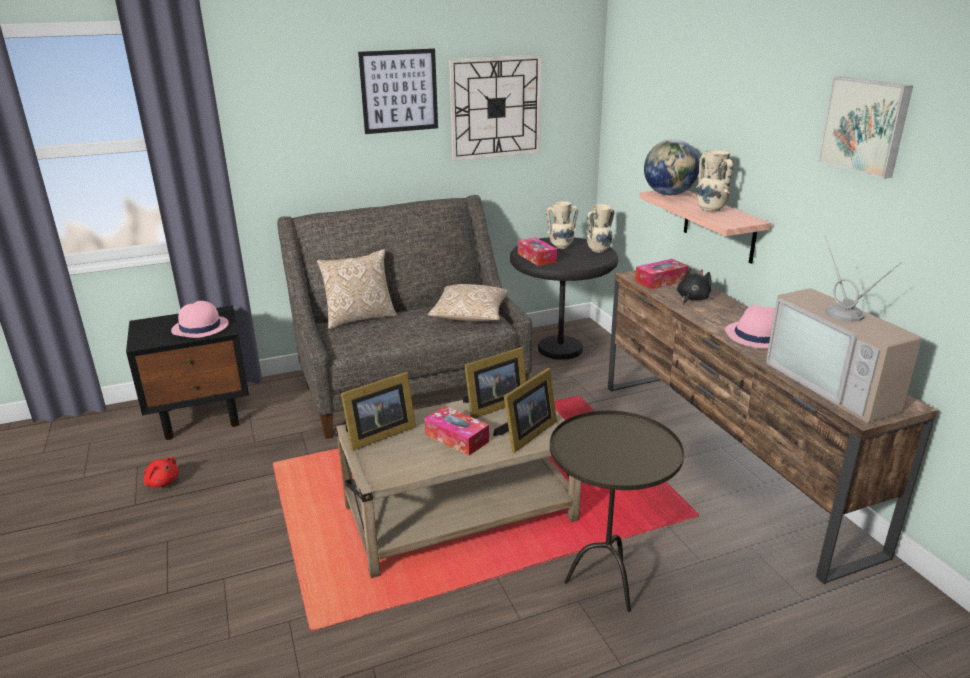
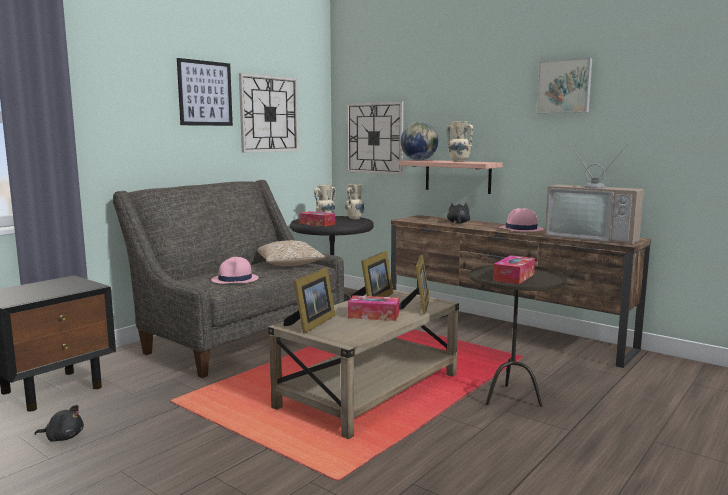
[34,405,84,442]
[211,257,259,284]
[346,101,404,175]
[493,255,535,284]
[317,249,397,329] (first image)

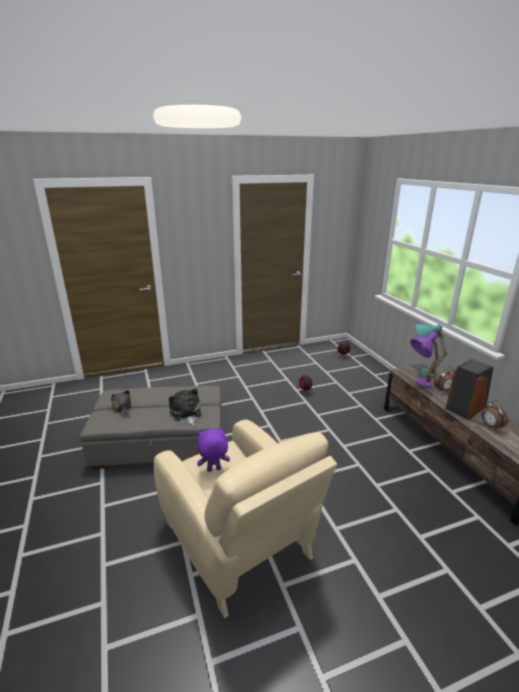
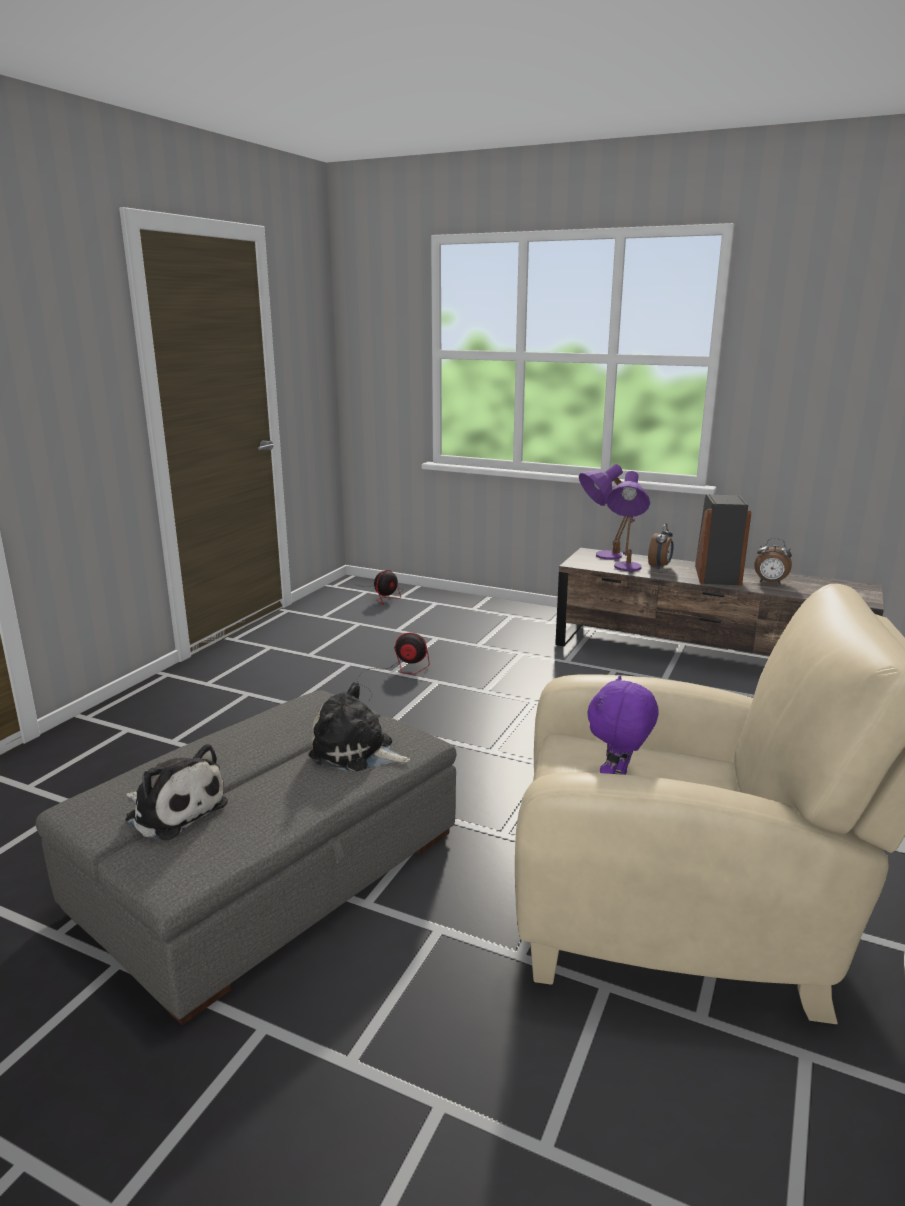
[126,744,228,841]
[579,464,629,560]

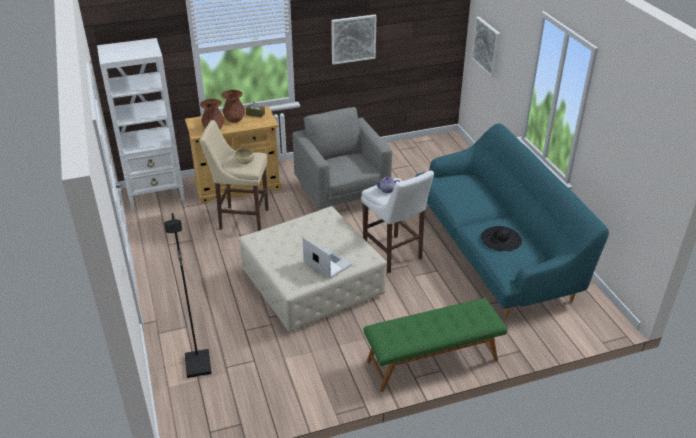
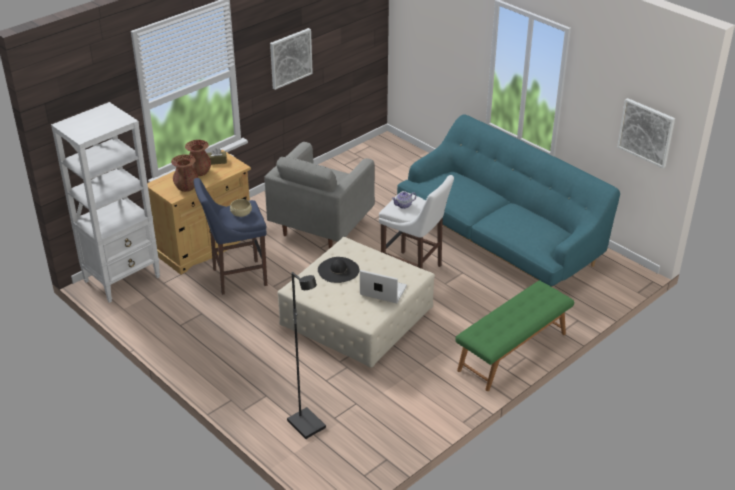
[194,178,267,295]
[264,142,375,249]
[318,257,359,283]
[617,98,675,168]

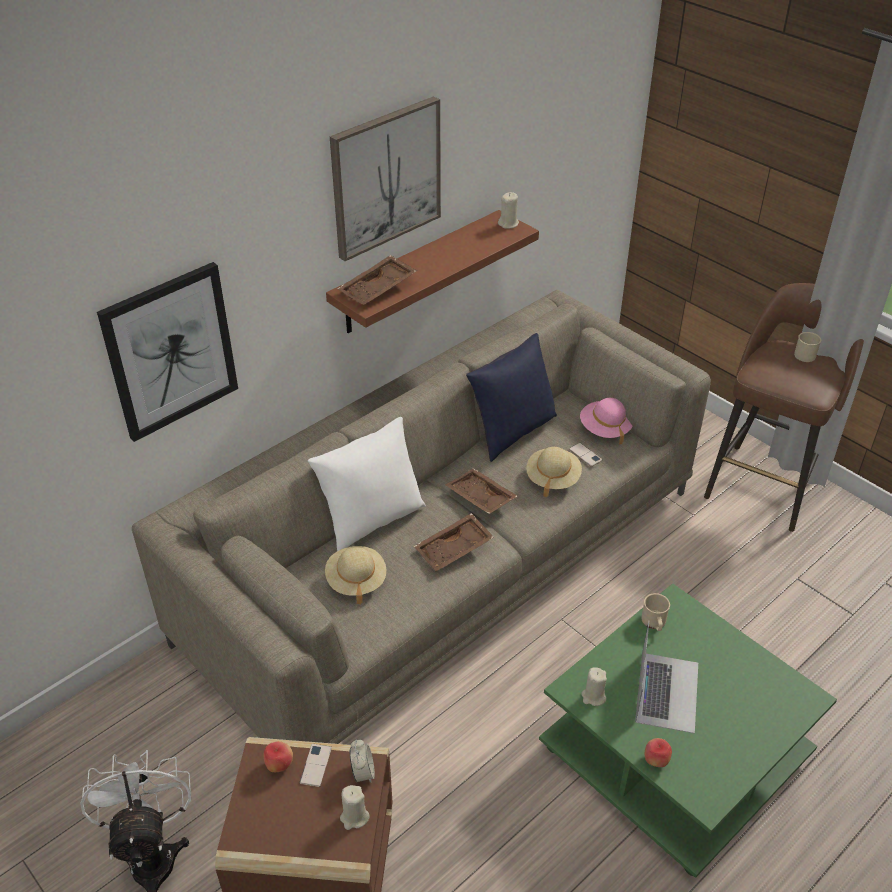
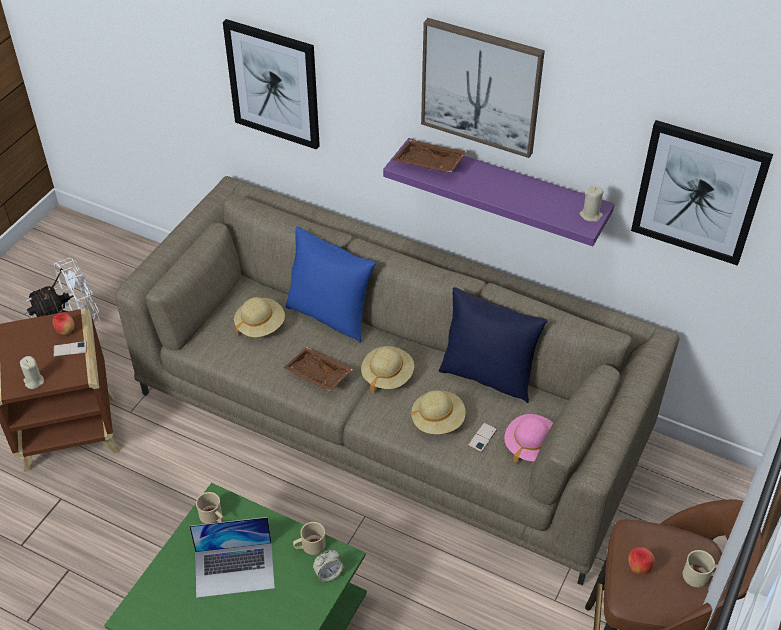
[196,492,224,524]
[285,227,376,343]
[313,550,343,582]
[361,346,414,393]
[383,138,615,246]
[628,547,654,574]
[631,120,773,266]

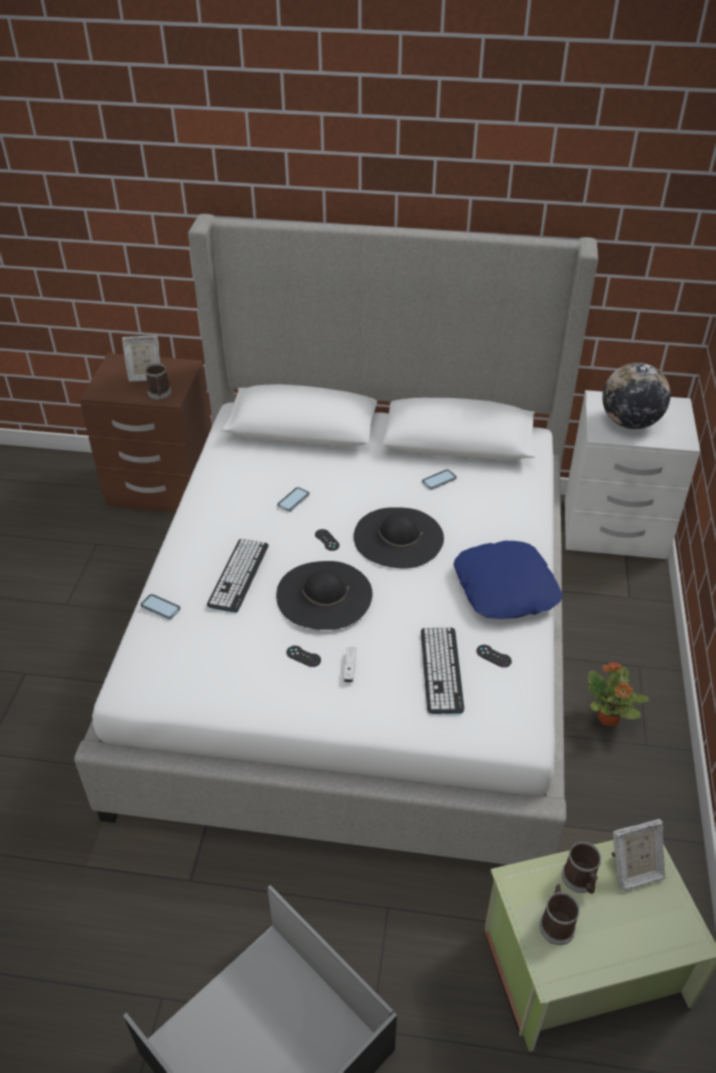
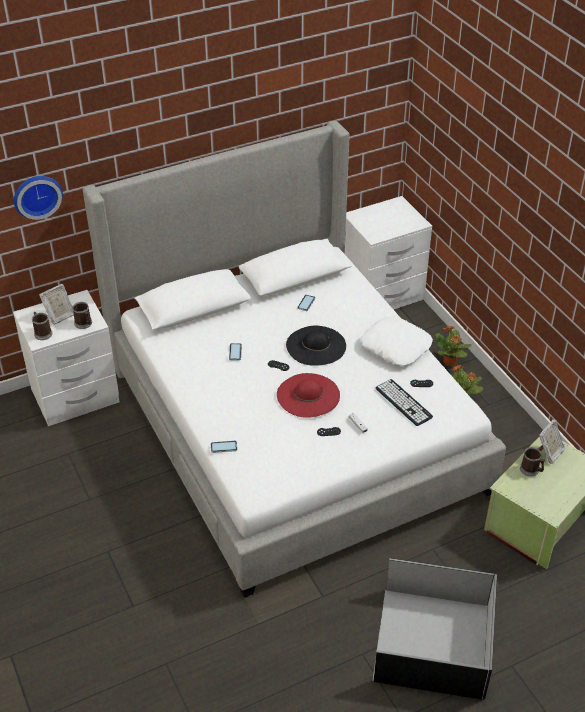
[13,290,119,426]
[14,176,63,220]
[32,312,52,340]
[277,373,340,418]
[361,317,433,365]
[435,326,472,366]
[207,539,269,613] (first image)
[602,363,671,429] (first image)

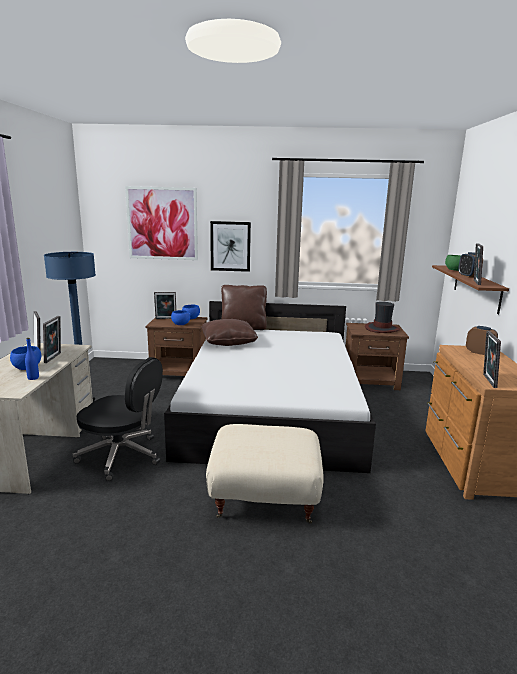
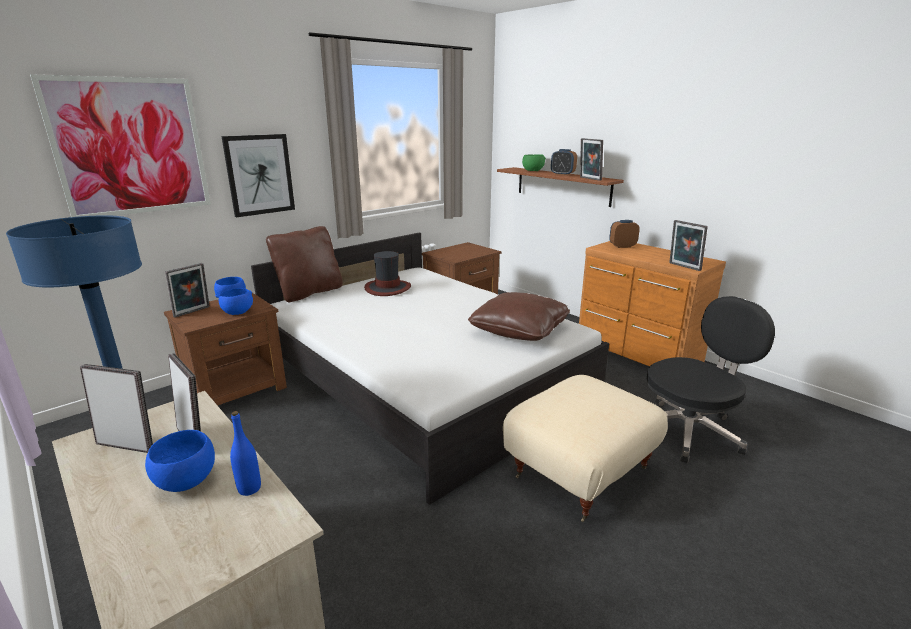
[364,251,411,296]
[468,292,570,341]
[647,296,775,463]

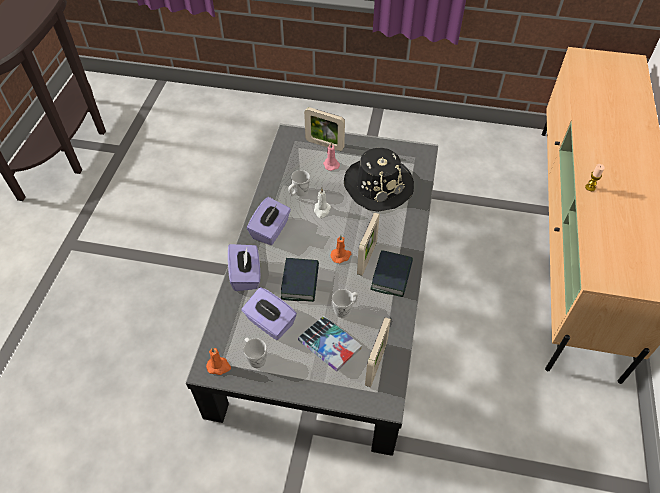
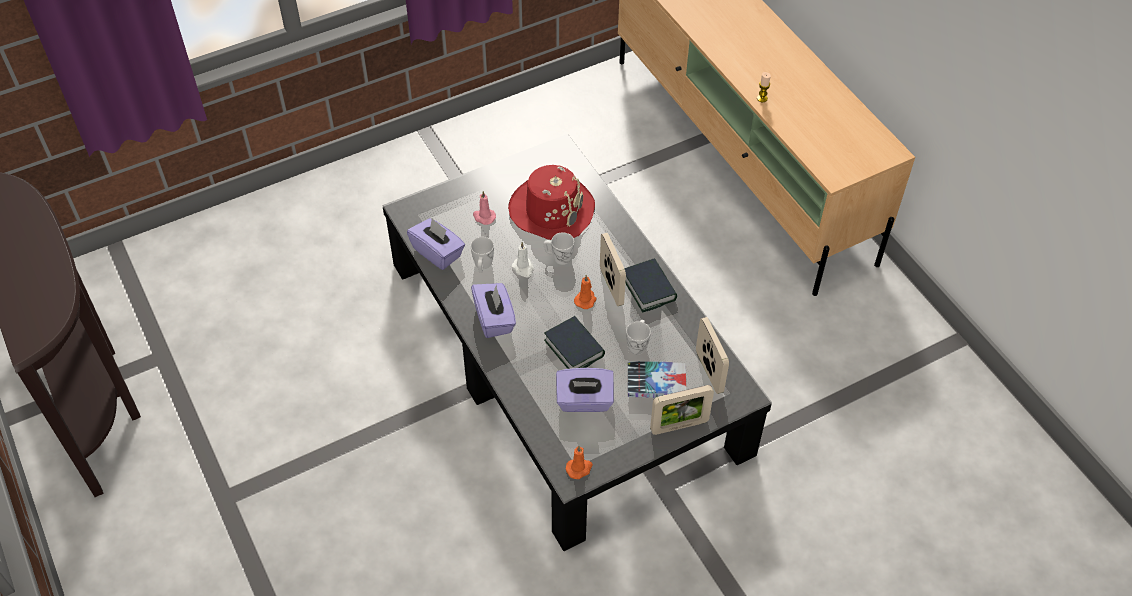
[407,218,465,270]
[508,165,595,240]
[543,232,574,265]
[650,385,714,435]

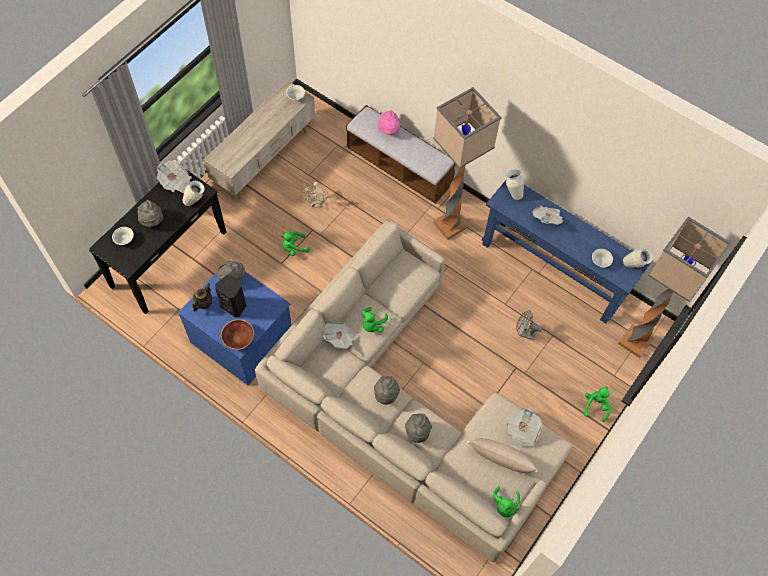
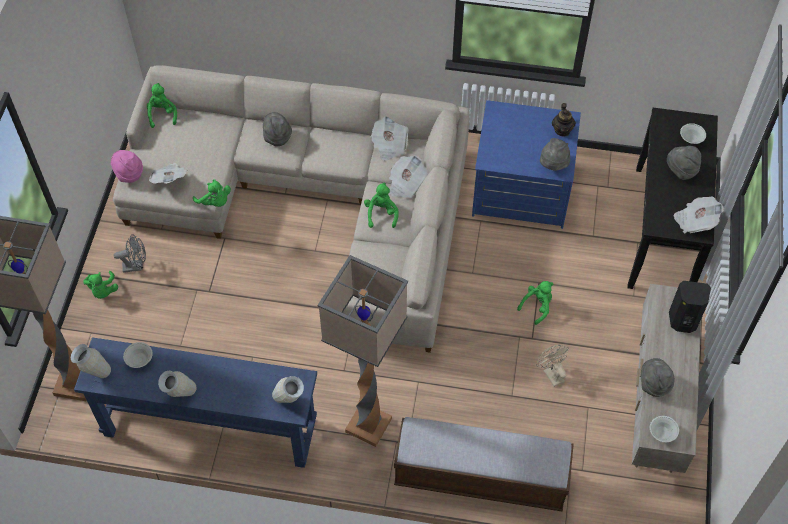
[111,150,143,183]
[113,234,146,273]
[158,371,196,397]
[193,179,231,207]
[371,116,409,161]
[641,358,675,397]
[669,281,711,333]
[221,319,254,350] (first image)
[467,438,538,473] (first image)

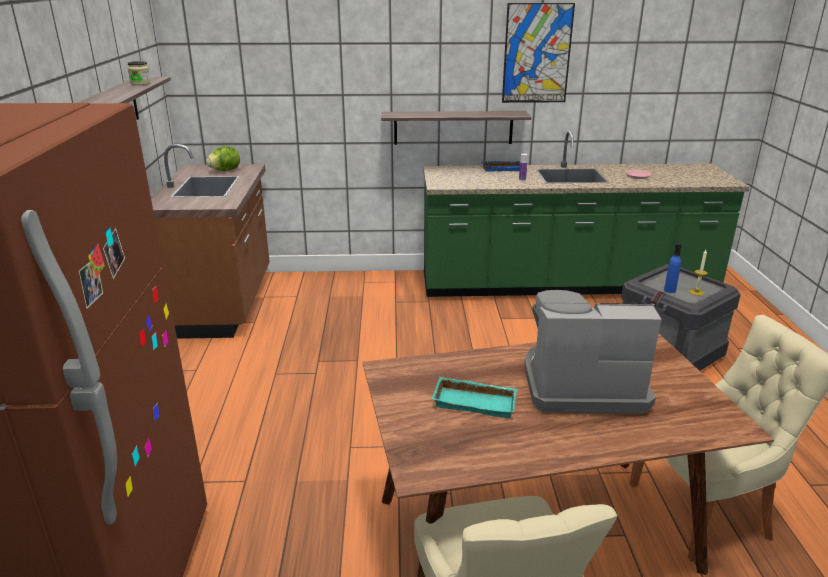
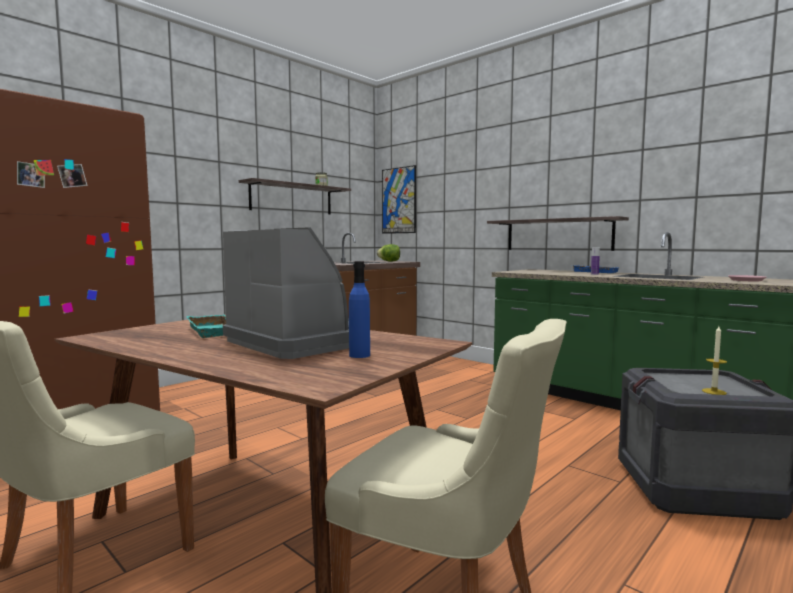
[349,261,370,358]
[382,165,416,234]

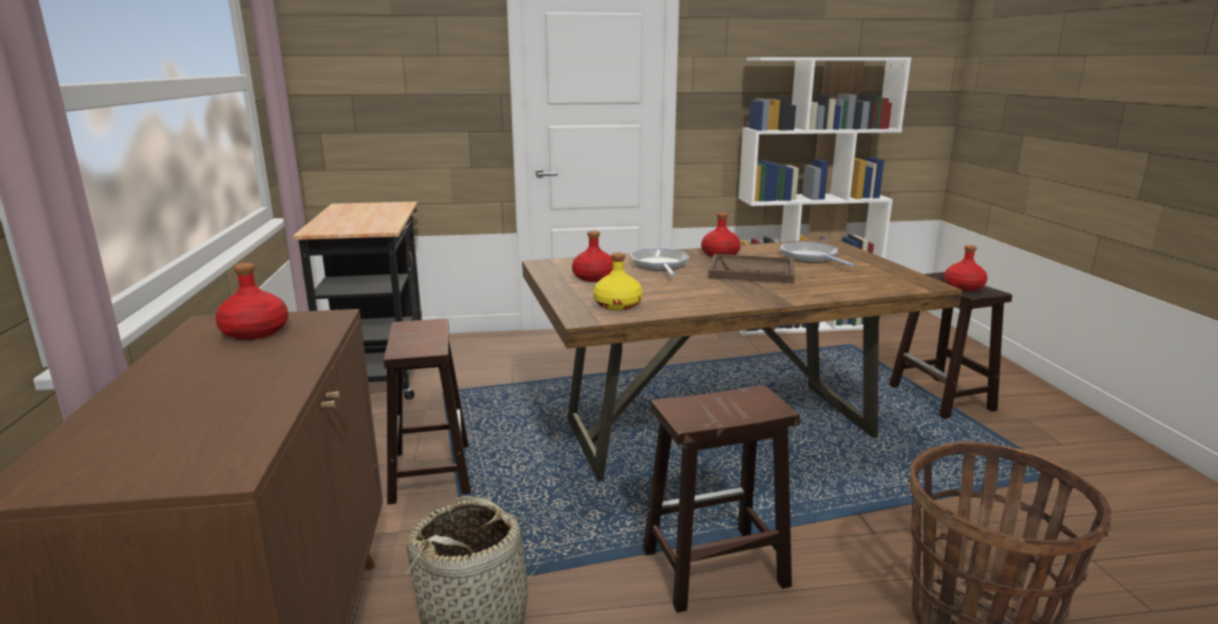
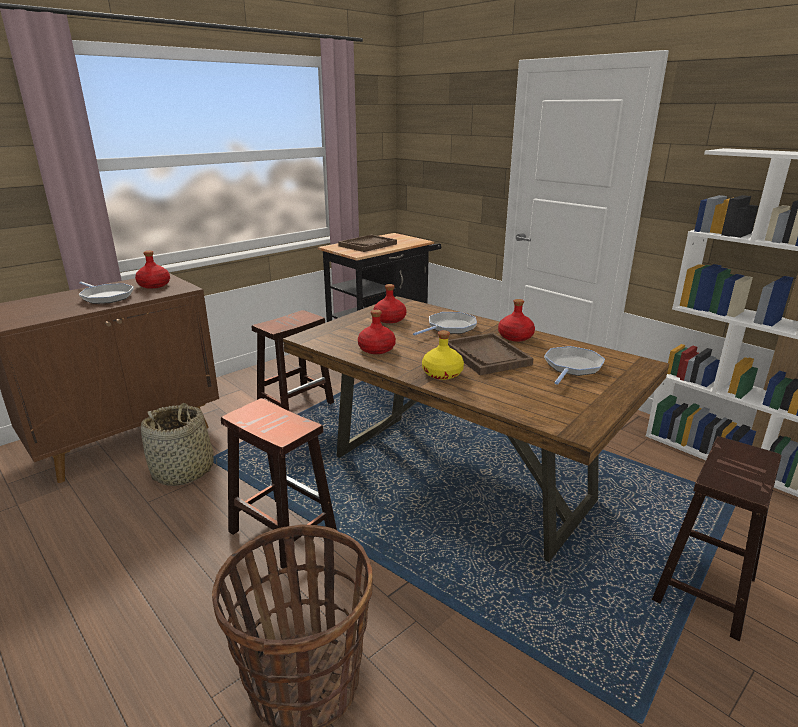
[79,282,134,304]
[338,235,397,252]
[358,309,396,354]
[422,330,464,380]

